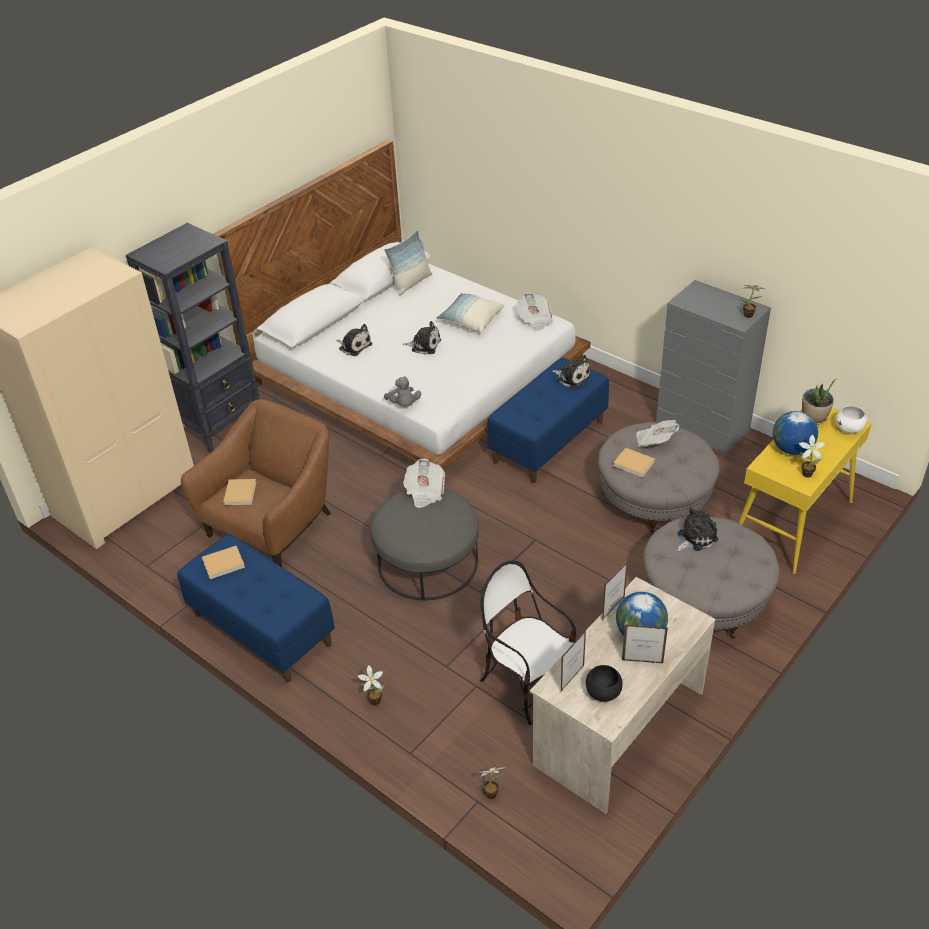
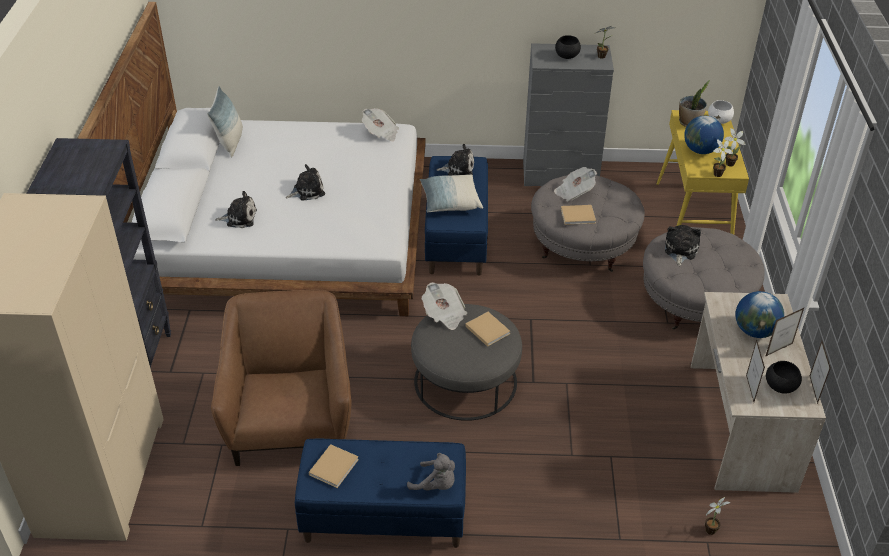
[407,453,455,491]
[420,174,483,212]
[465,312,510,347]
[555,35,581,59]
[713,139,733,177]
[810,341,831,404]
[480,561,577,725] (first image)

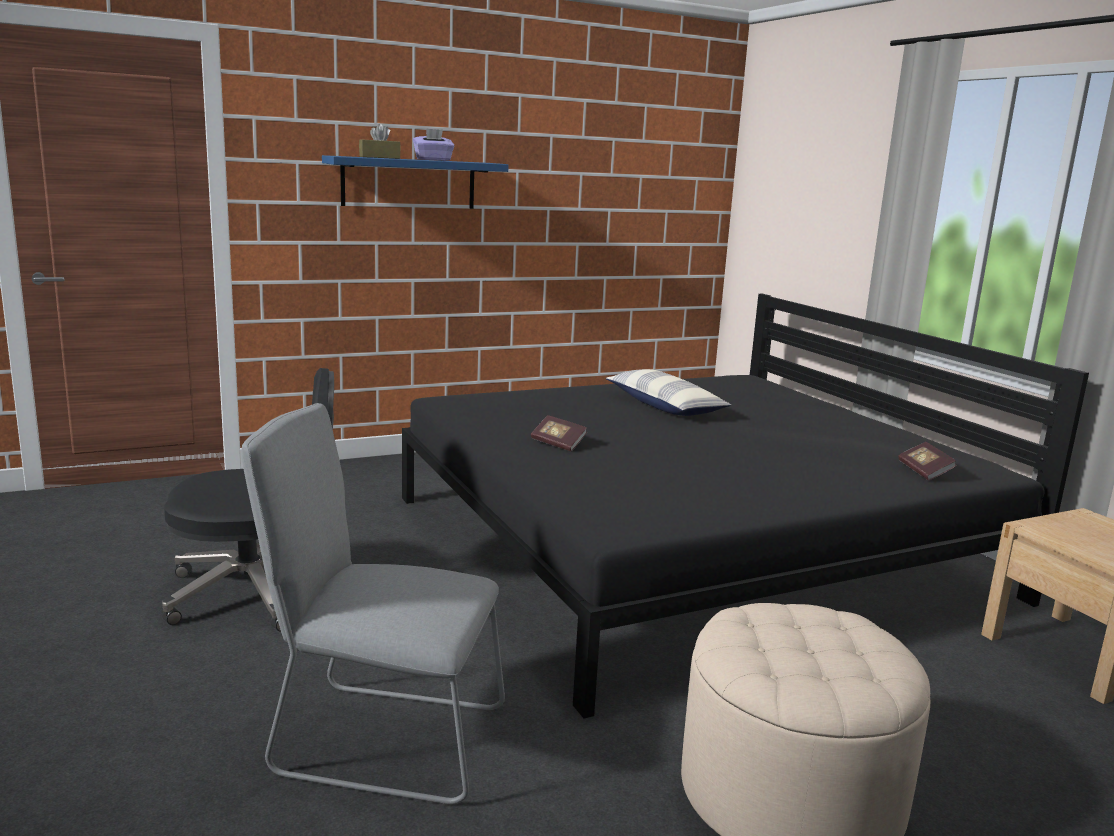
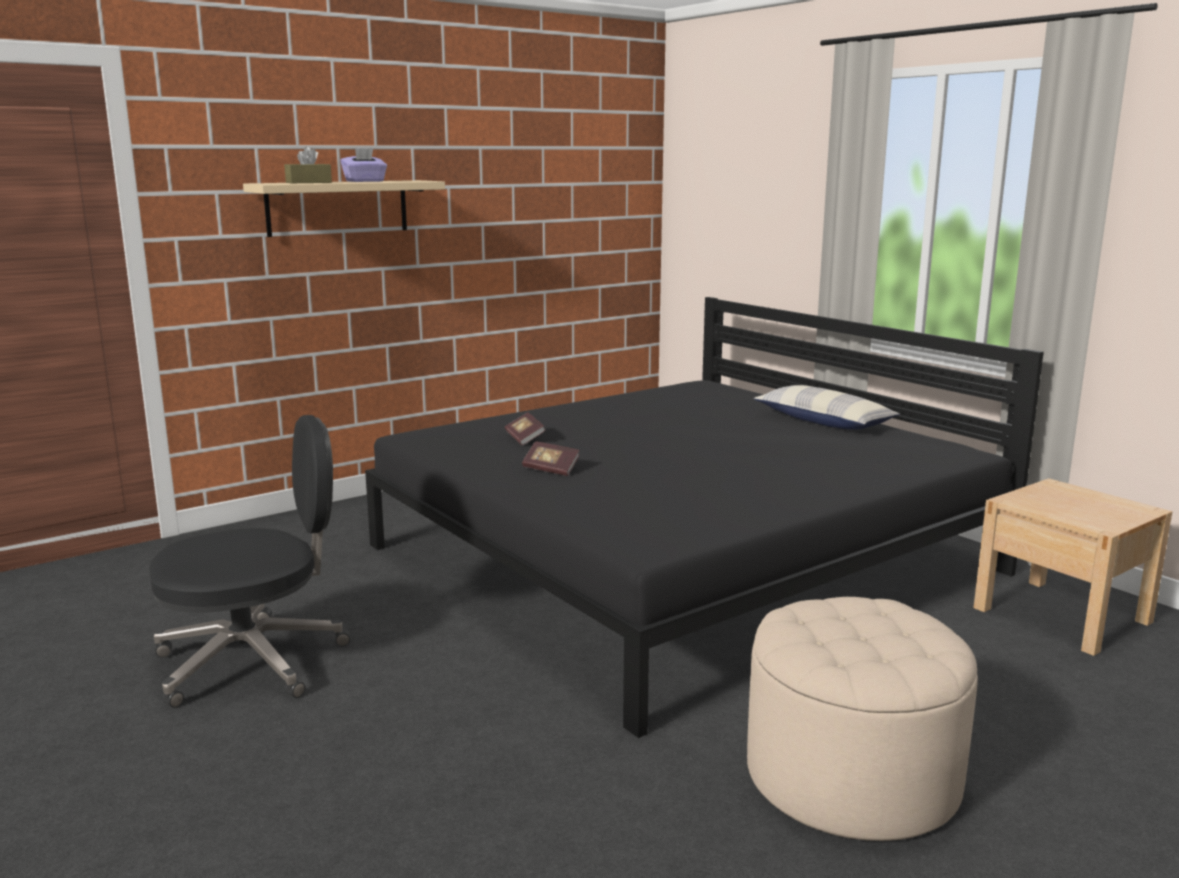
[243,180,445,237]
[505,412,546,445]
[754,385,900,430]
[241,403,505,805] (first image)

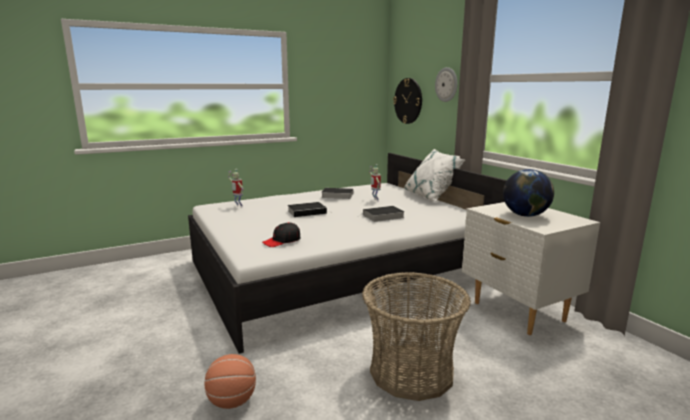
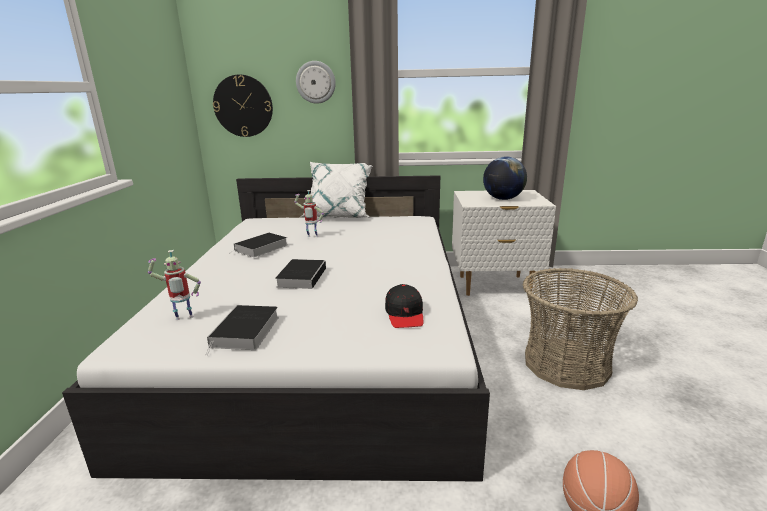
[206,305,279,356]

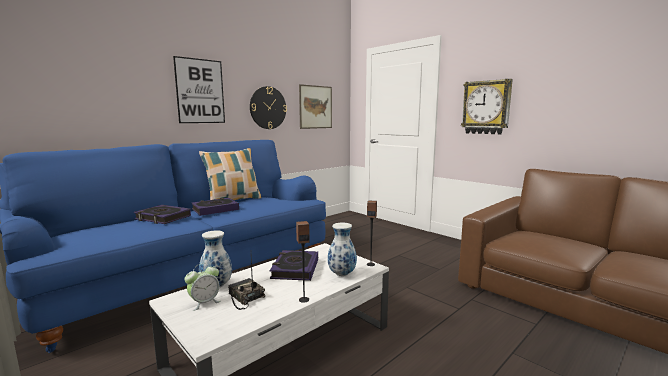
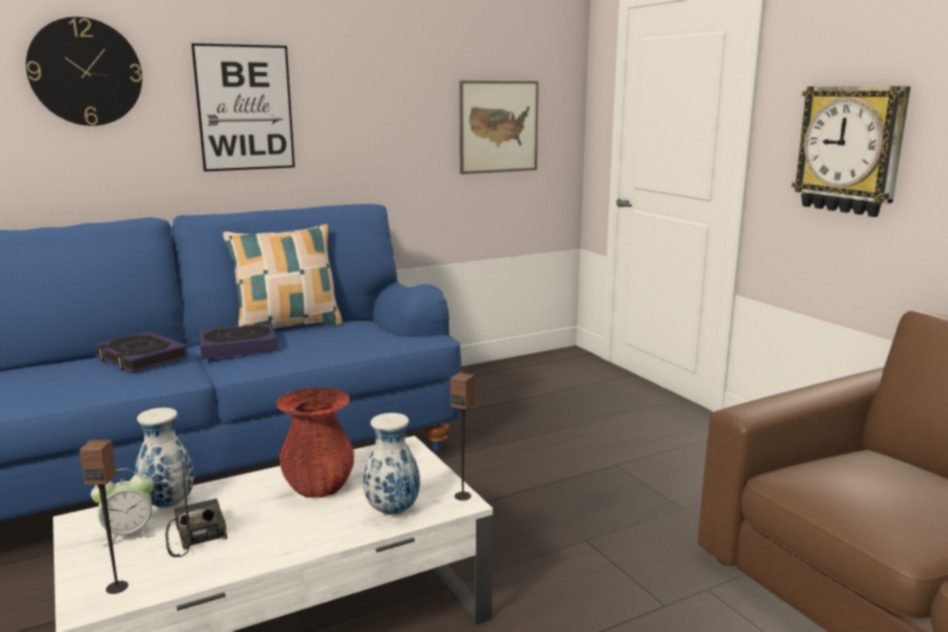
[26,17,142,126]
[79,440,128,594]
[276,387,354,498]

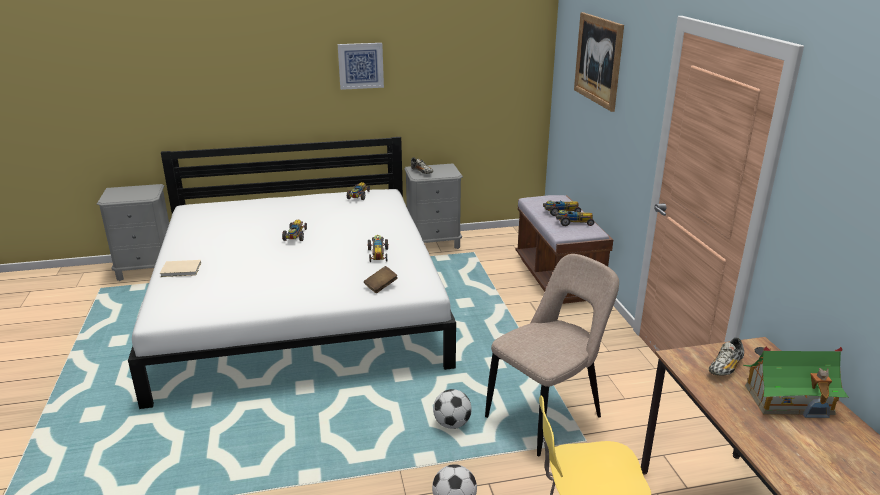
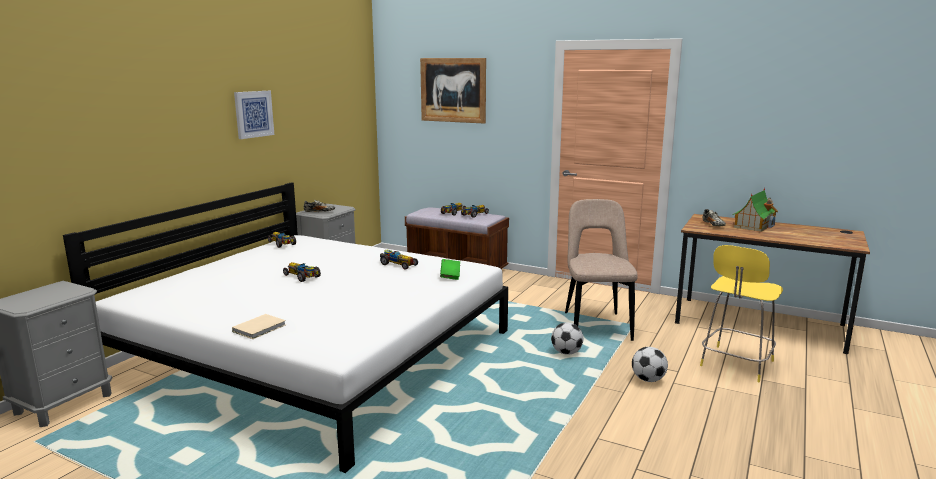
[440,259,460,280]

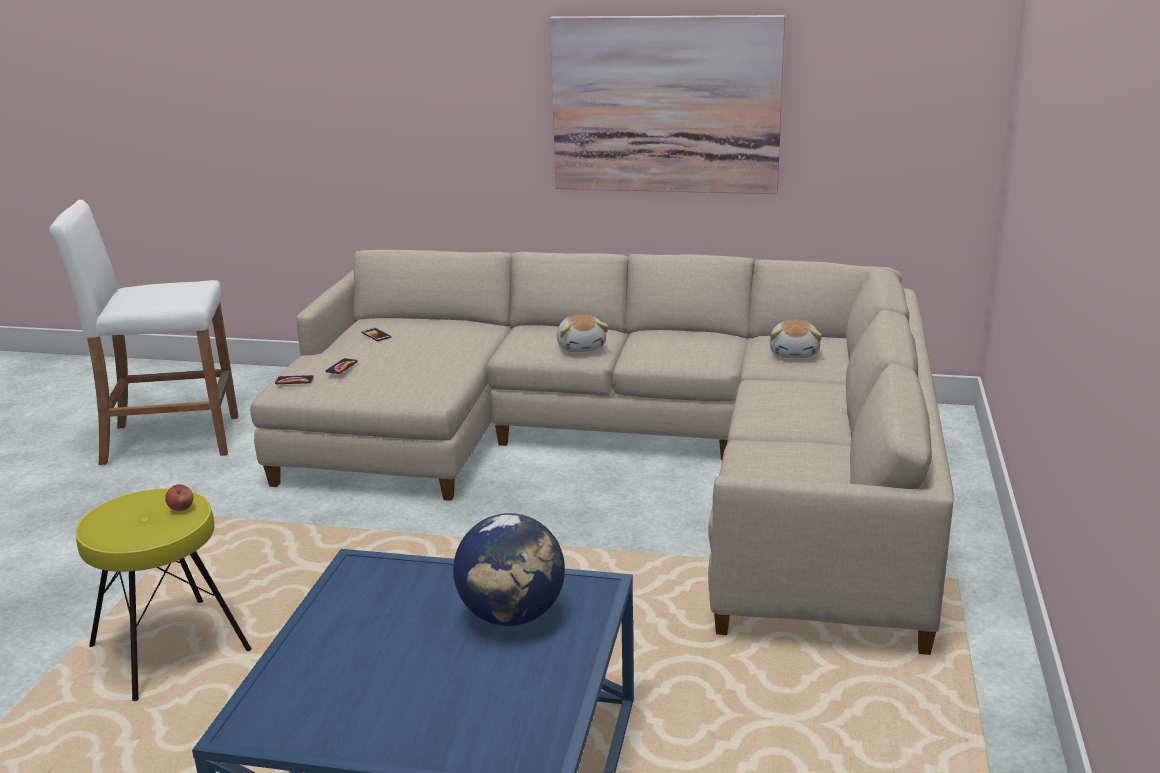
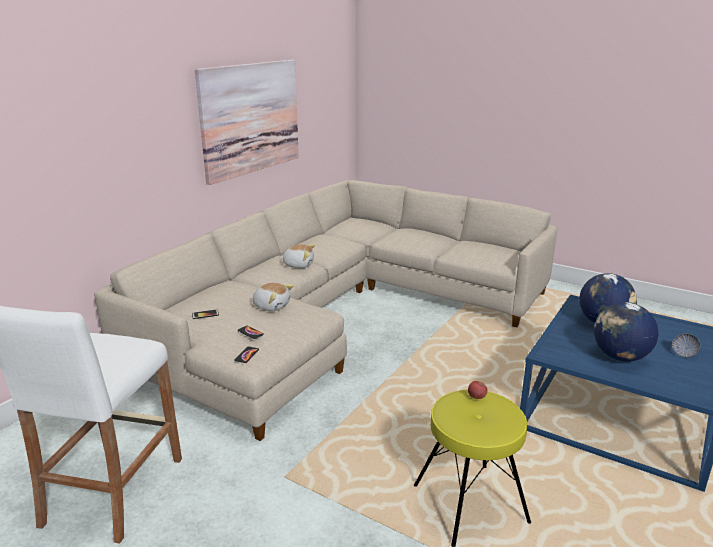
[253,283,294,311]
[594,302,659,362]
[672,334,700,357]

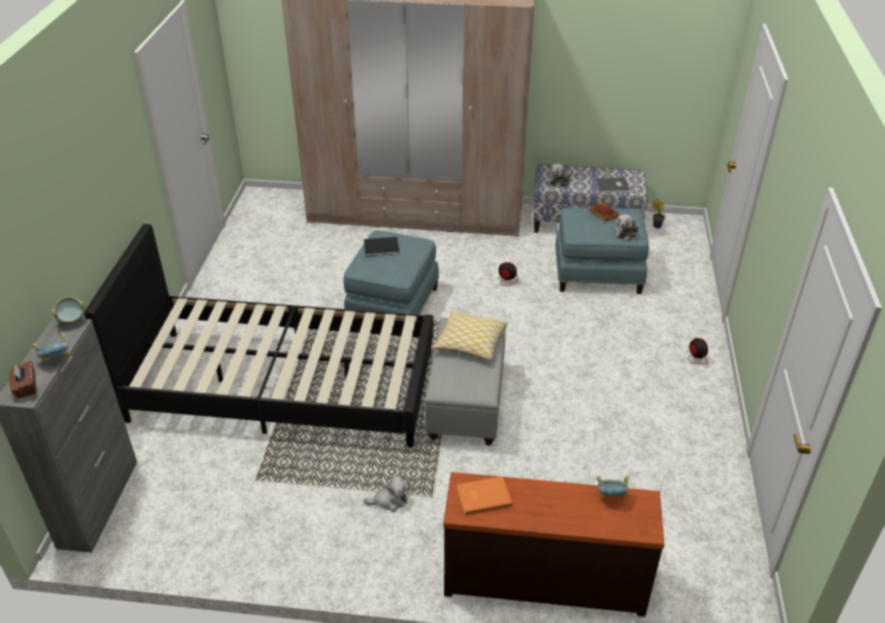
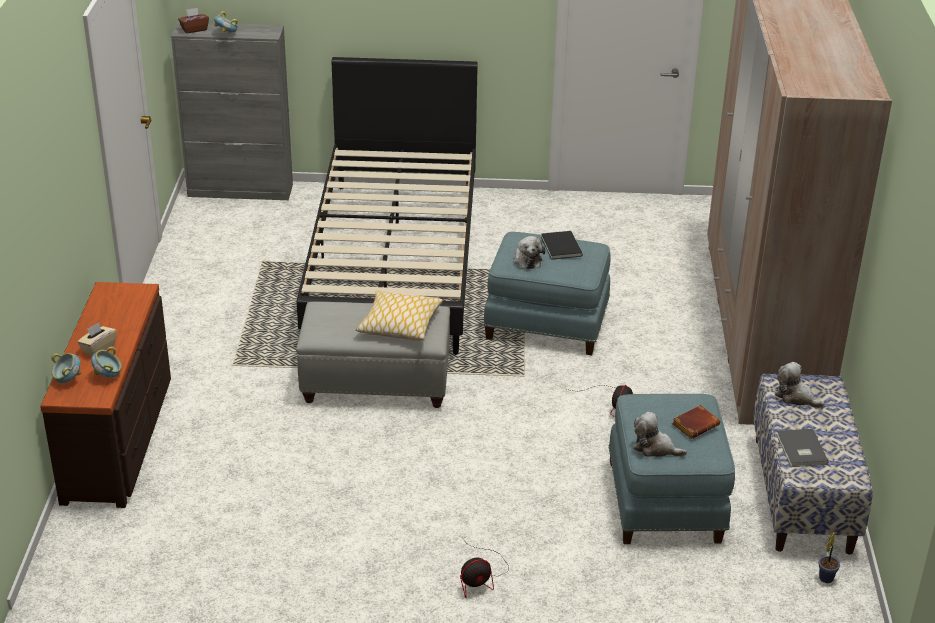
[51,353,81,383]
[77,322,117,356]
[513,236,545,269]
[457,476,512,515] (first image)

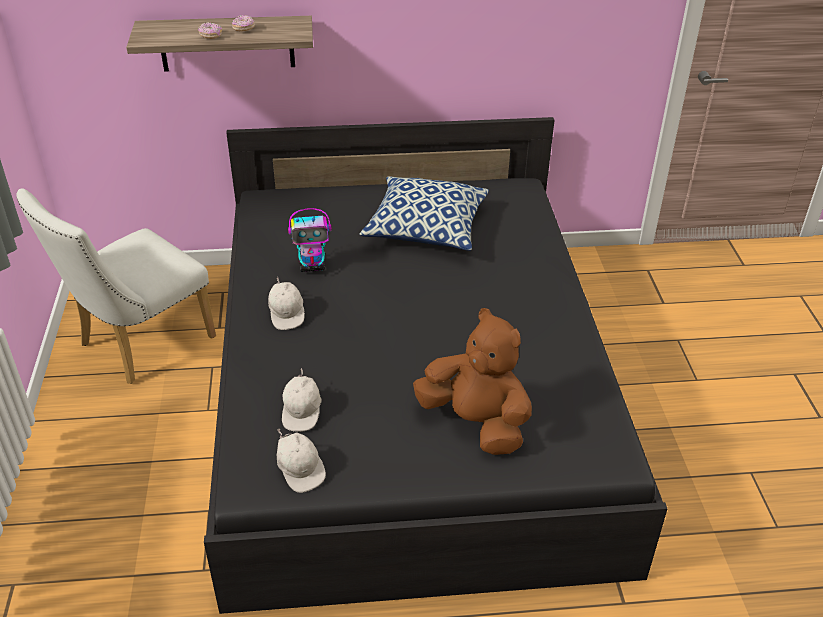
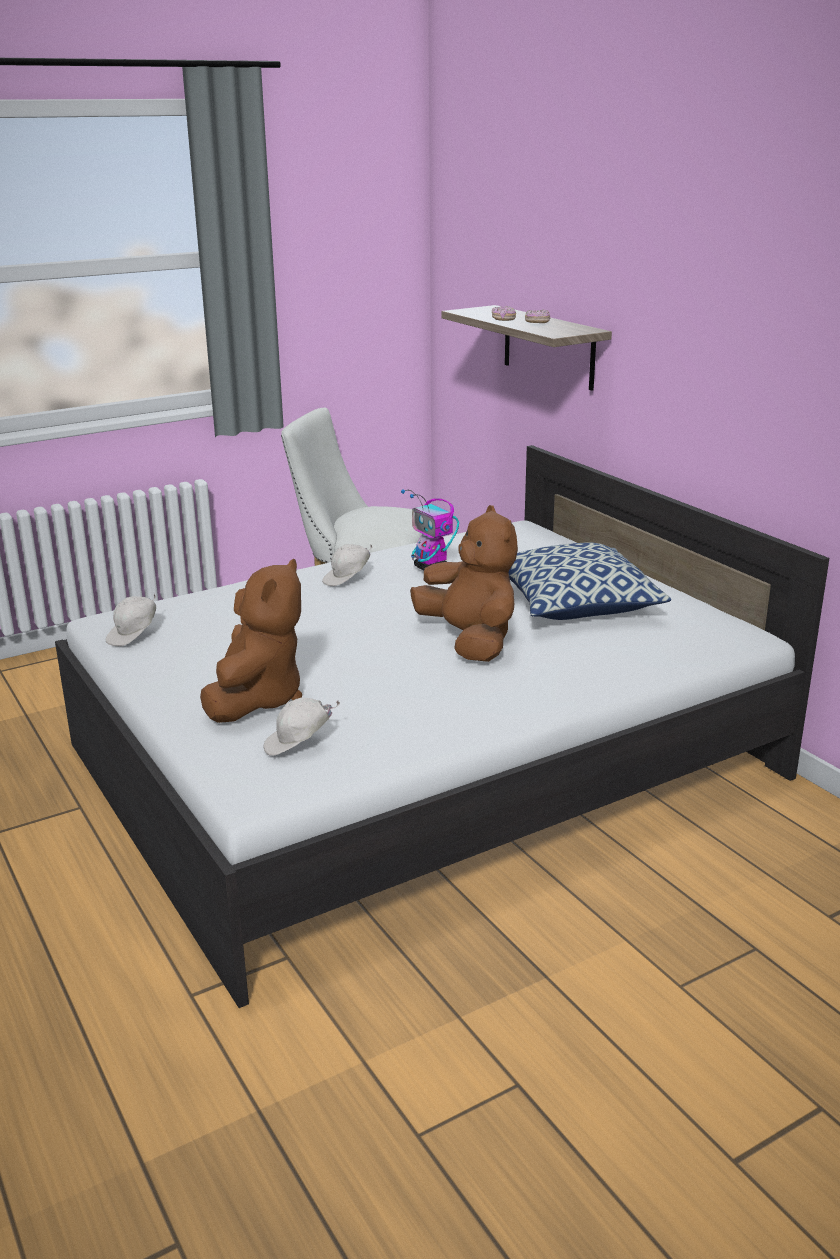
[55,445,829,1008]
[264,698,340,756]
[410,505,518,662]

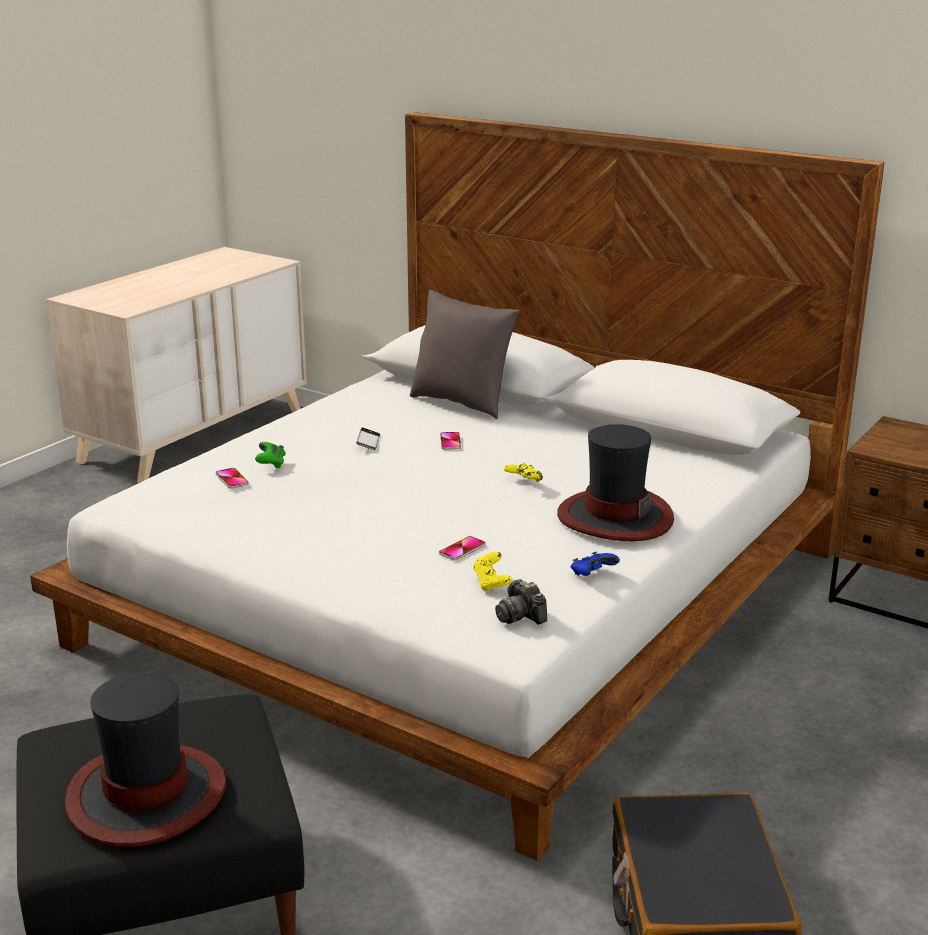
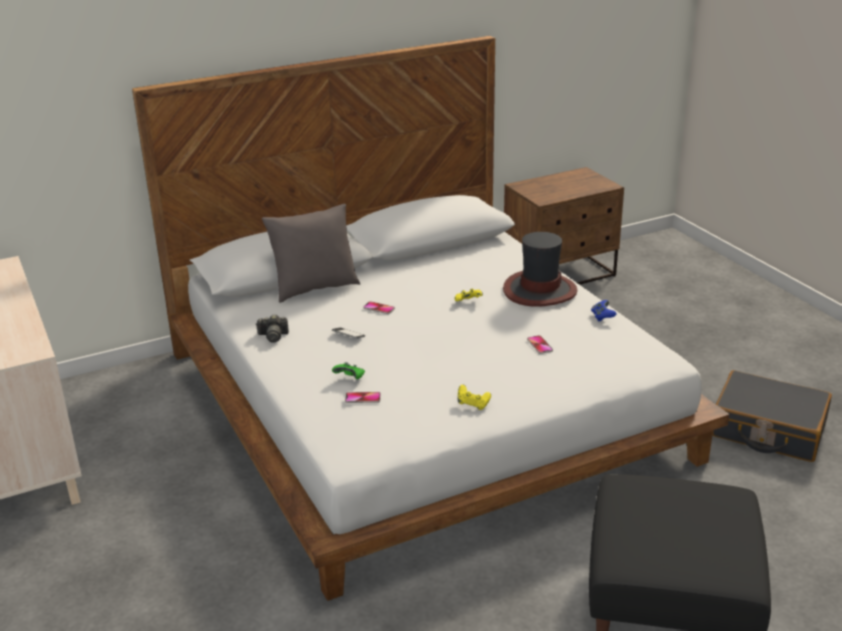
[256,315,289,343]
[458,385,491,410]
[65,672,226,847] (first image)

